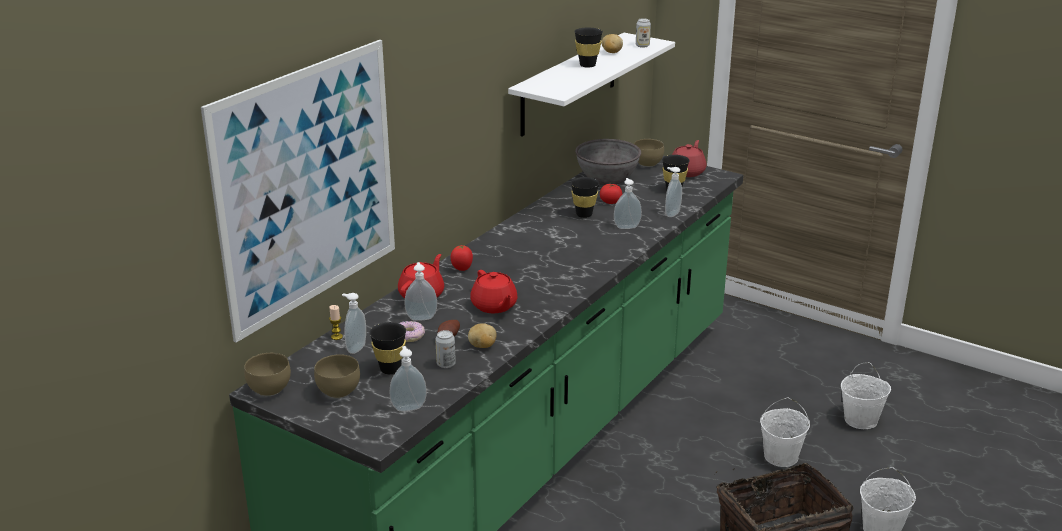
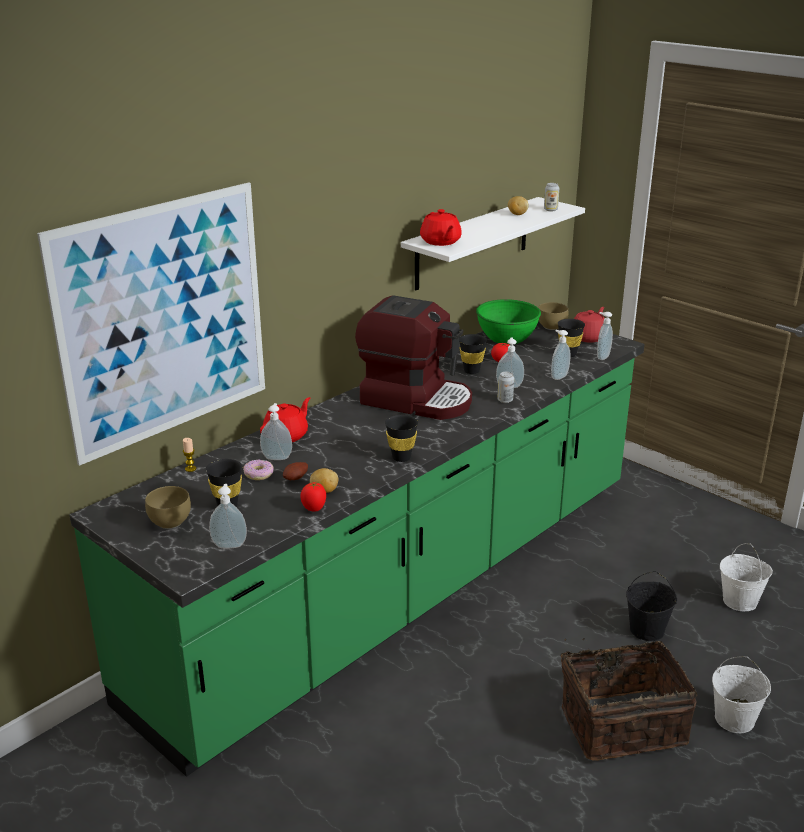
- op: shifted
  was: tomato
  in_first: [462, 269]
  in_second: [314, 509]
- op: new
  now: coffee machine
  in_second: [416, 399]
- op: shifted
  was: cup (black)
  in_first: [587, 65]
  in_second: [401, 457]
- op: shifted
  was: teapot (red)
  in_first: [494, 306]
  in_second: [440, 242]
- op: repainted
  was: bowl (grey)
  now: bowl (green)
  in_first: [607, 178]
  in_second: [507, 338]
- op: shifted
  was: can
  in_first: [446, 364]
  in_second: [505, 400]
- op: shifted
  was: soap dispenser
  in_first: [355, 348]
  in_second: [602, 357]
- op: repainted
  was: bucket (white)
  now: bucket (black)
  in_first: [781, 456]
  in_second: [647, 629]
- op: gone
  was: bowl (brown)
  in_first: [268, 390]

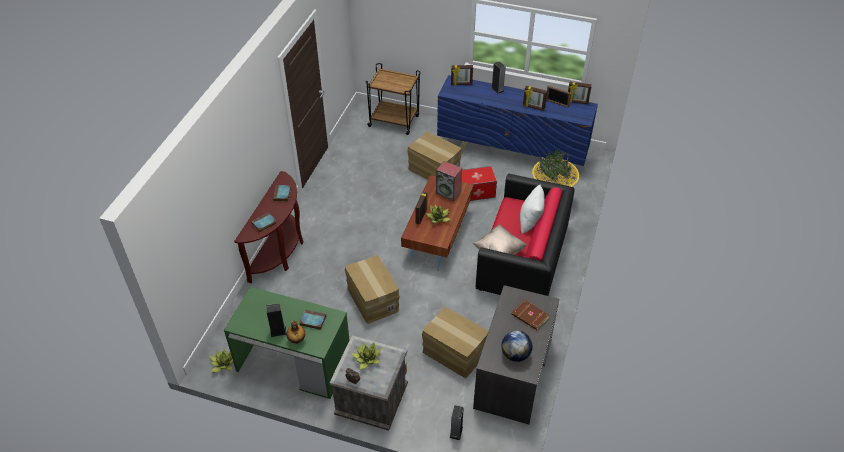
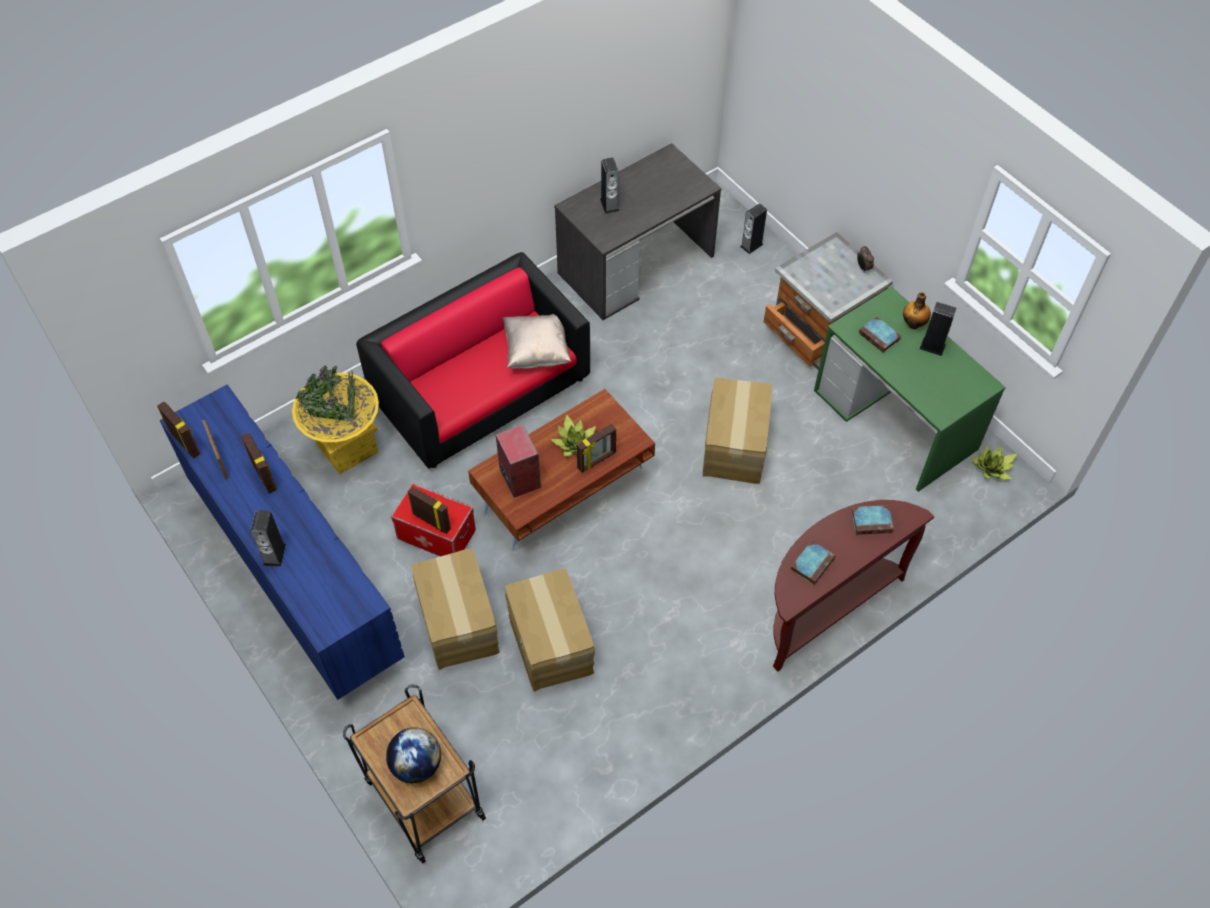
- op: shifted
  was: globe
  in_first: [515, 354]
  in_second: [416, 765]
- op: shifted
  was: picture frame
  in_first: [461, 84]
  in_second: [432, 521]
- op: shifted
  was: cardboard box
  in_first: [453, 353]
  in_second: [552, 643]
- op: swapped
  was: book (brown)
  now: speaker
  in_first: [530, 316]
  in_second: [609, 204]
- op: gone
  was: potted plant
  in_first: [367, 359]
- op: gone
  was: pillow (white)
  in_first: [530, 221]

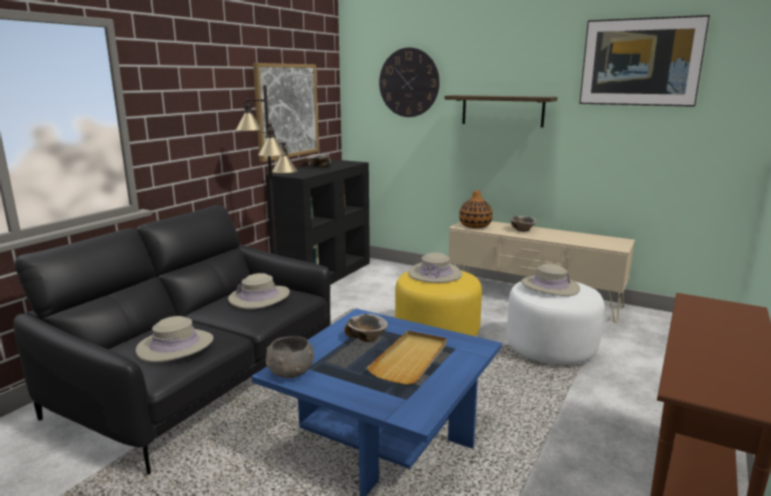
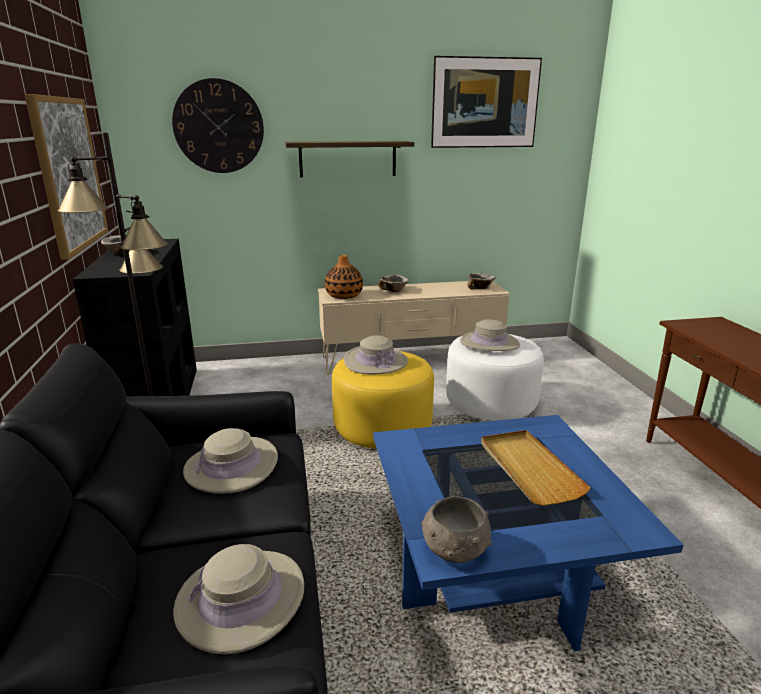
- op: shifted
  was: bowl
  in_first: [367, 338]
  in_second: [480, 287]

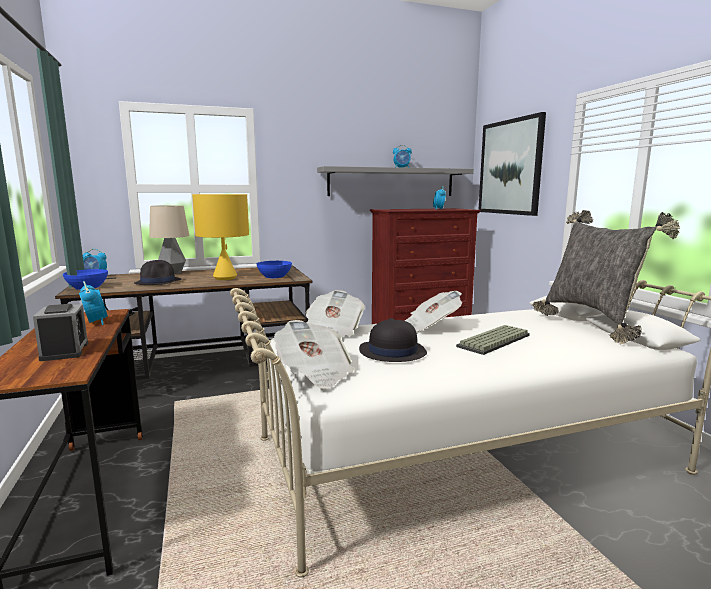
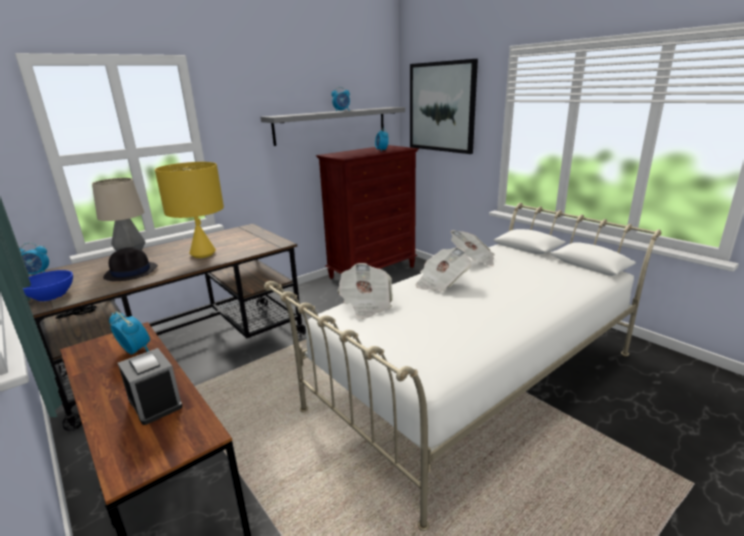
- op: shifted
  was: newspaper
  in_first: [314, 373]
  in_second: [473, 259]
- op: gone
  was: bowl (blue)
  in_first: [274, 276]
- op: gone
  was: hat (black)
  in_first: [392, 352]
- op: gone
  was: keyboard
  in_first: [495, 341]
- op: gone
  was: pillow
  in_first: [593, 328]

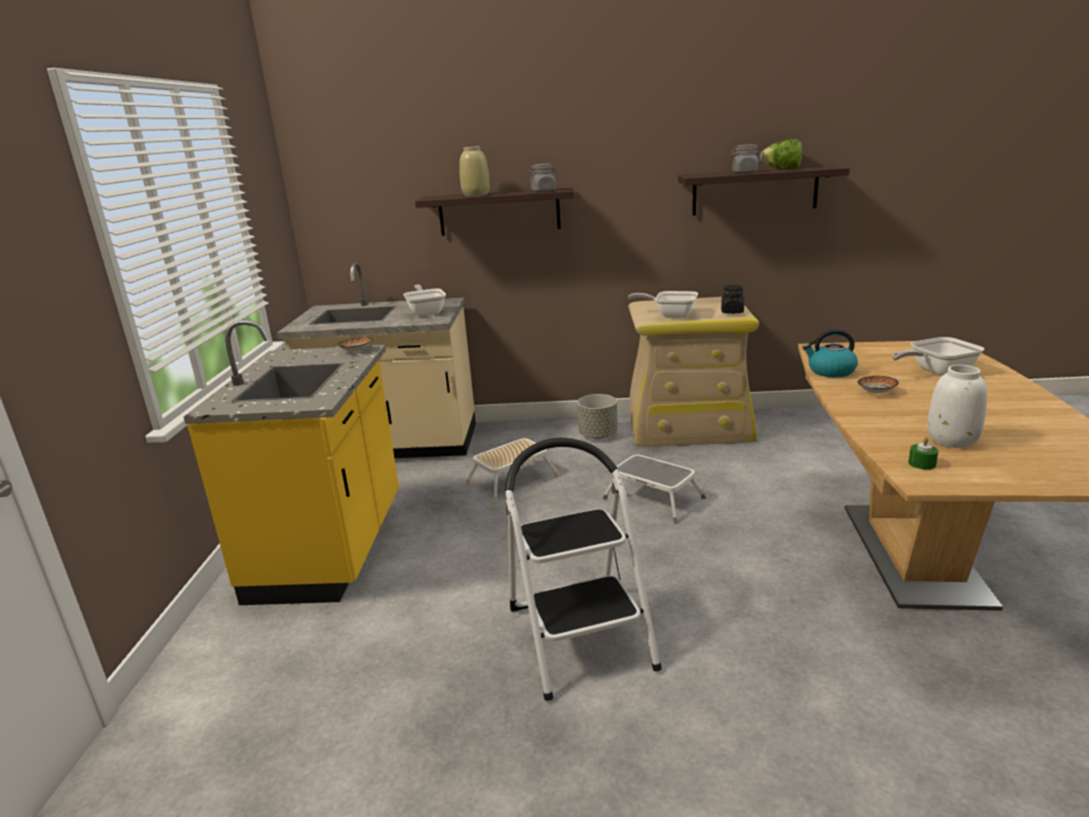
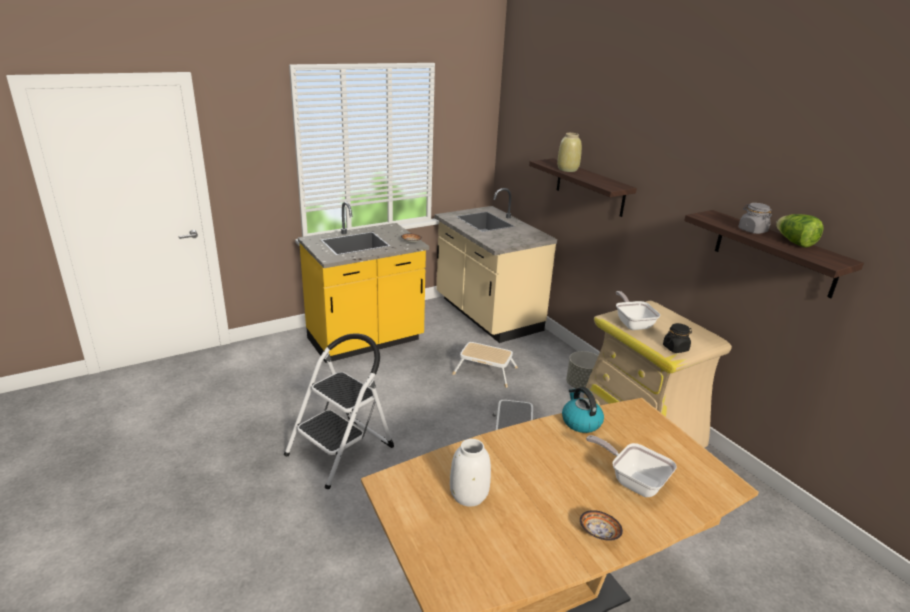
- op: shifted
  was: bowl
  in_first: [875, 392]
  in_second: [598, 532]
- op: gone
  was: frying pan
  in_first: [426, 312]
- op: gone
  was: jar (grey)
  in_first: [543, 191]
- op: gone
  was: candle (green)
  in_first: [922, 463]

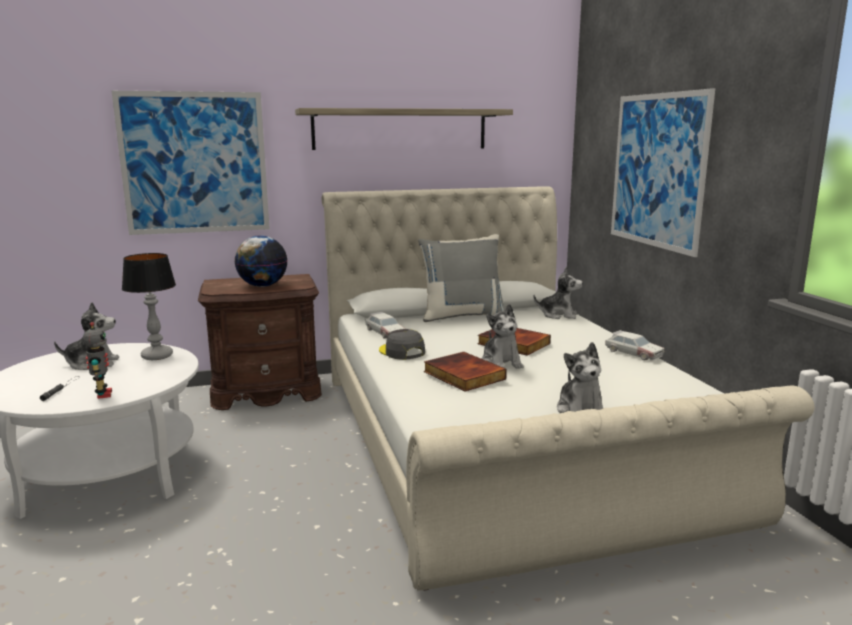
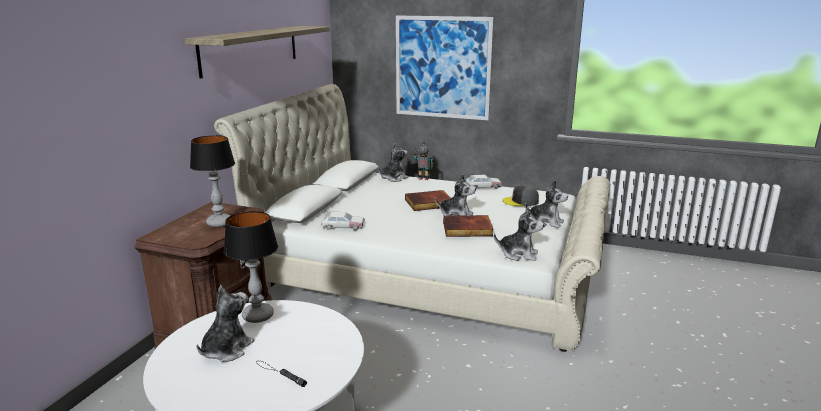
- op: swapped
  was: globe
  now: table lamp
  in_first: [262, 286]
  in_second: [219, 223]
- op: shifted
  was: toy robot
  in_first: [102, 394]
  in_second: [423, 179]
- op: new
  now: plush toy
  in_second: [518, 254]
- op: shifted
  was: cap (grey)
  in_first: [401, 352]
  in_second: [521, 201]
- op: gone
  was: picture
  in_first: [194, 163]
- op: gone
  was: pillow (grey)
  in_first: [462, 315]

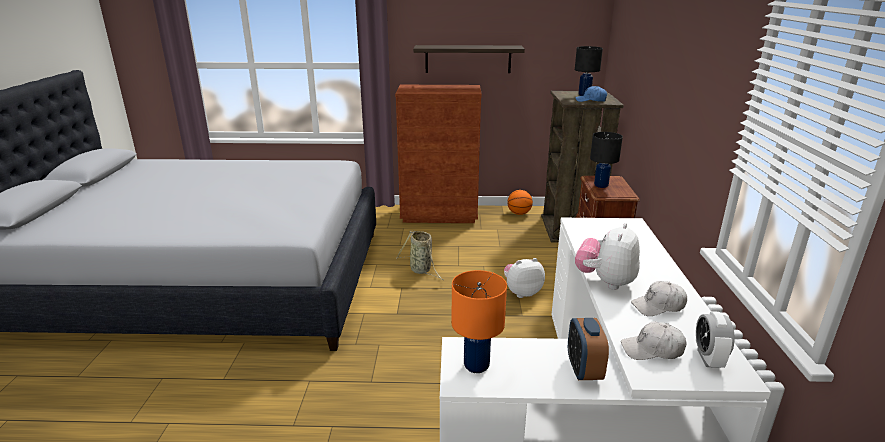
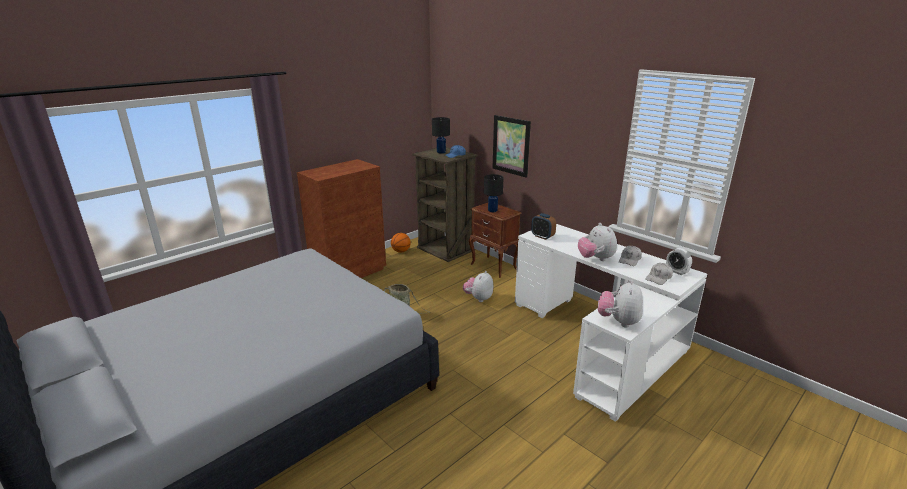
- op: new
  now: picture
  in_second: [511, 145]
- op: shifted
  was: alarm clock
  in_first: [583, 370]
  in_second: [542, 236]
- op: swapped
  was: table lamp (orange)
  now: plush toy
  in_first: [476, 367]
  in_second: [618, 321]
- op: gone
  was: shelf
  in_first: [468, 59]

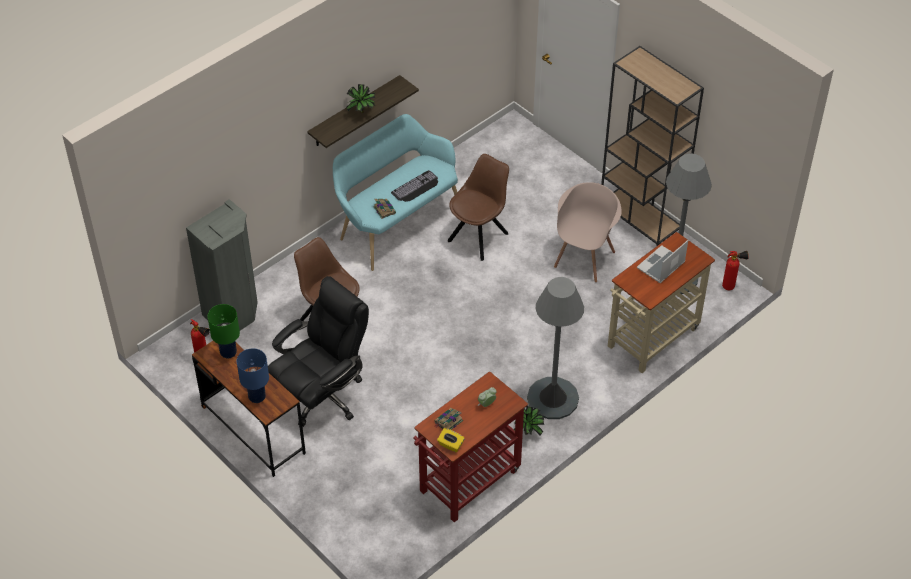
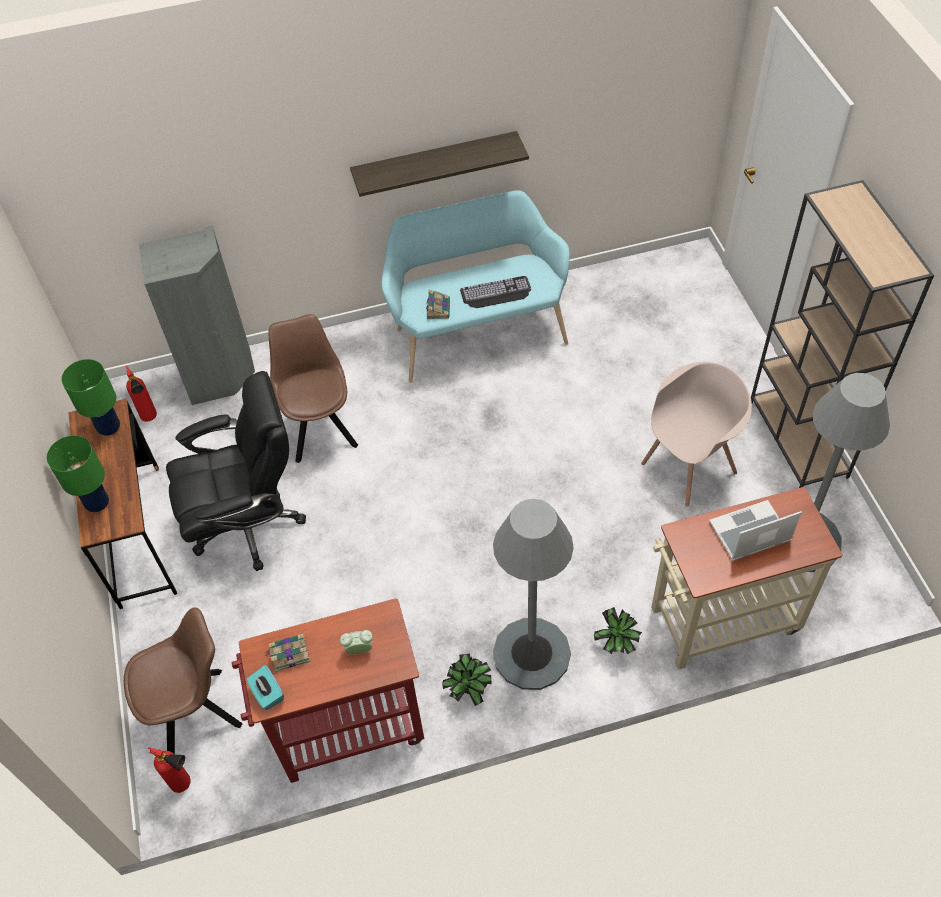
- op: repainted
  was: table lamp (blue)
  now: table lamp (green)
  in_first: [257, 398]
  in_second: [97, 504]
- op: shifted
  was: chair (brown)
  in_first: [478, 237]
  in_second: [196, 713]
- op: shifted
  was: fire extinguisher
  in_first: [731, 286]
  in_second: [185, 785]
- op: repainted
  was: tissue box (yellow)
  now: tissue box (turquoise)
  in_first: [450, 445]
  in_second: [267, 693]
- op: shifted
  was: potted plant
  in_first: [361, 113]
  in_second: [616, 645]

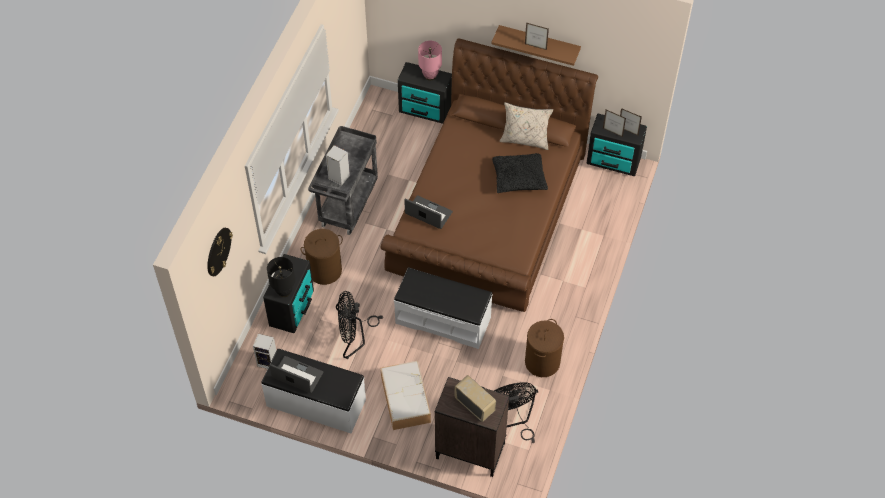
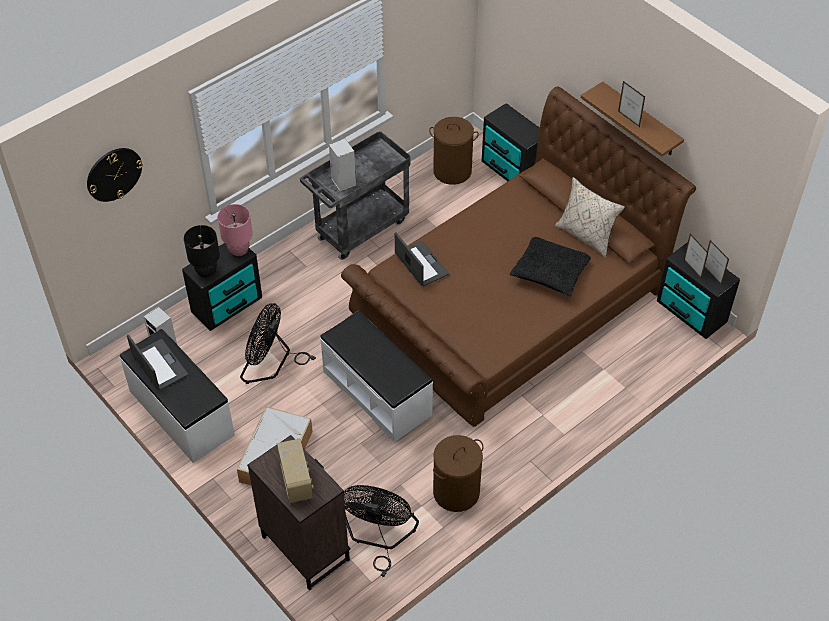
- op: shifted
  was: table lamp (pink)
  in_first: [430, 75]
  in_second: [239, 251]
- op: shifted
  was: laundry basket (brown)
  in_first: [325, 270]
  in_second: [452, 171]

